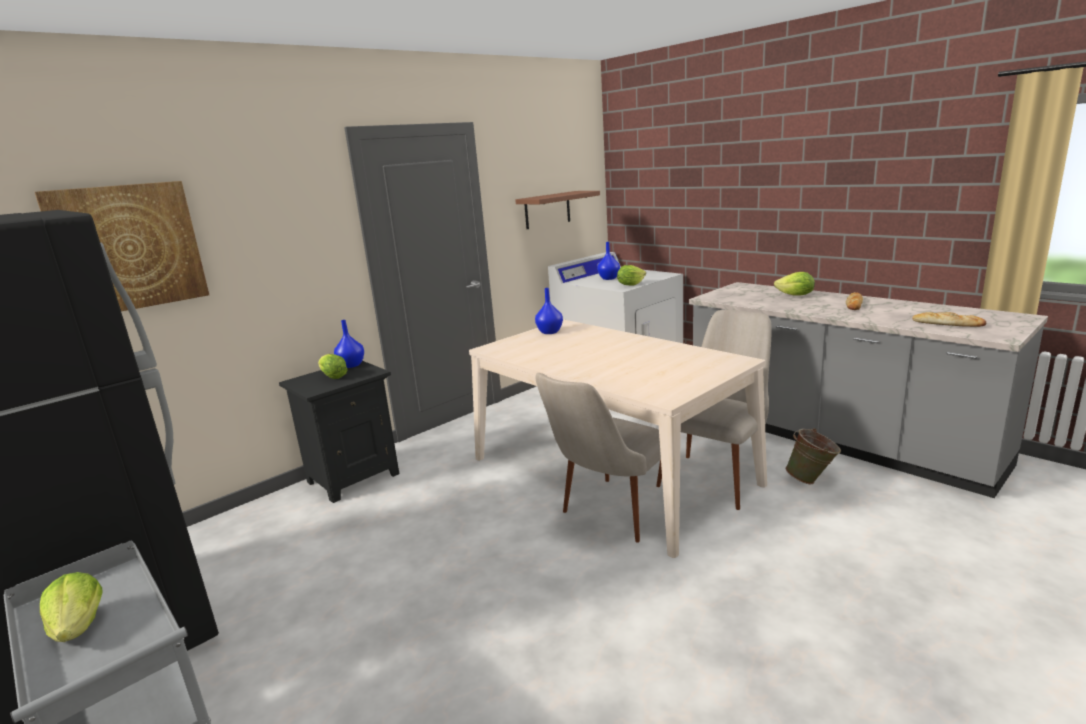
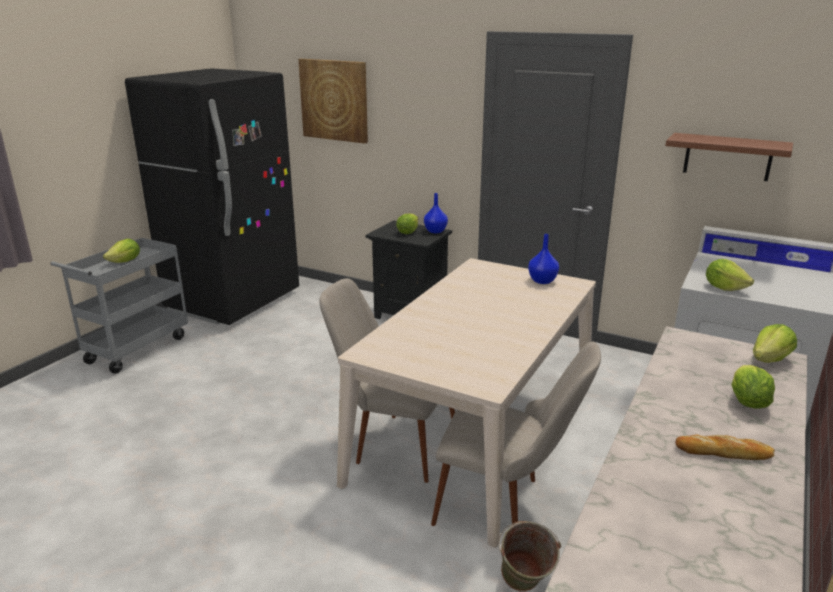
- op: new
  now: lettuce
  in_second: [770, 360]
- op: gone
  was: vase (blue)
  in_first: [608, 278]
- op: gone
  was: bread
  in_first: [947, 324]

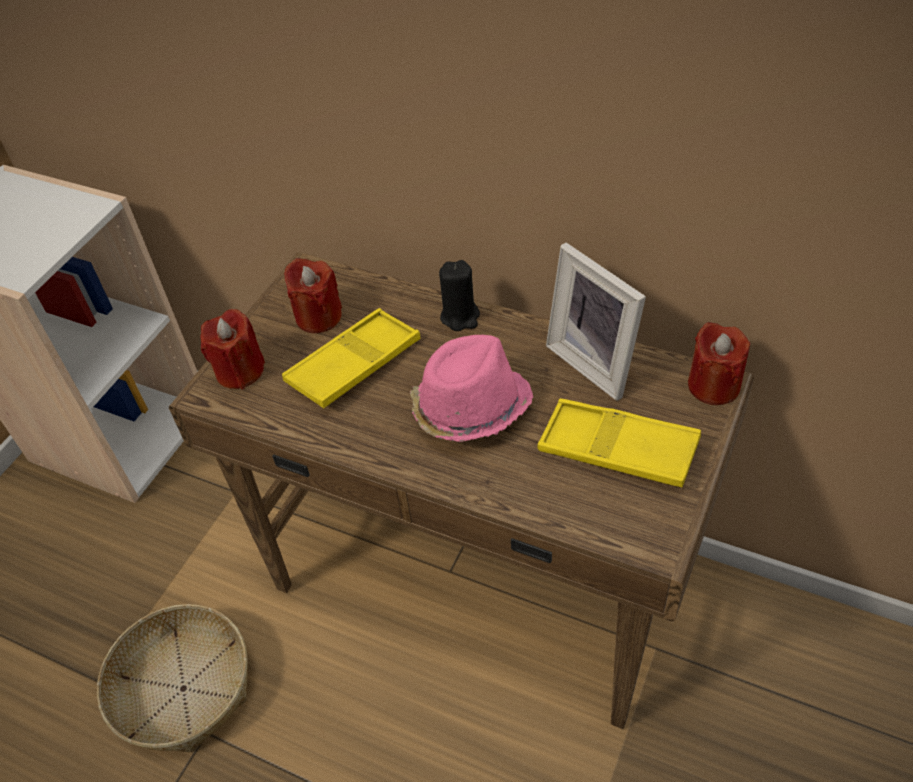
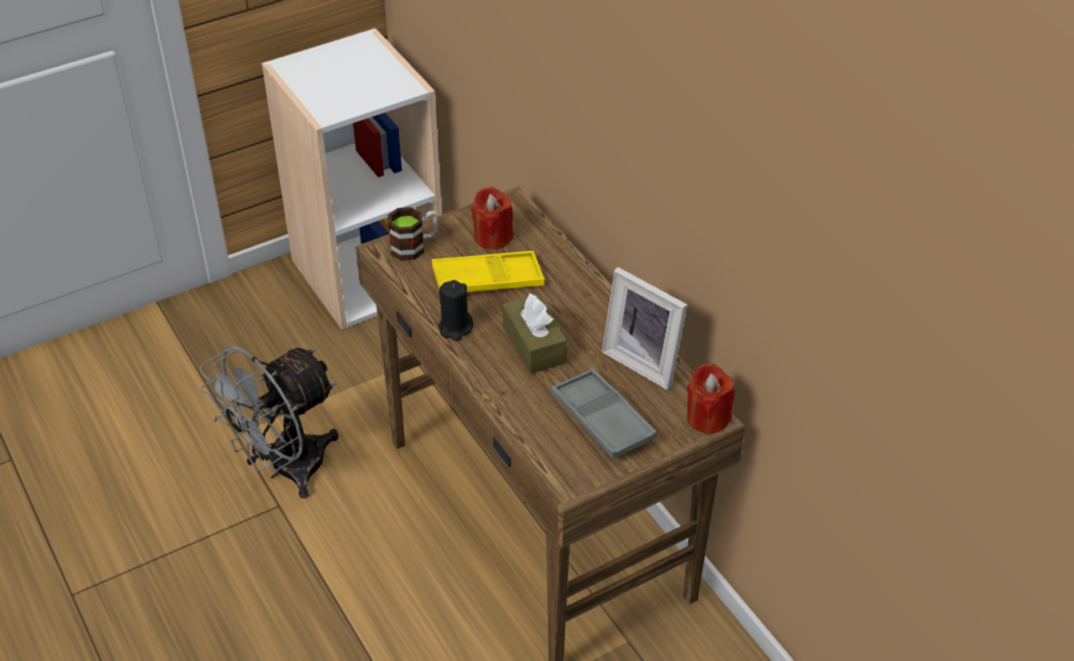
- op: swapped
  was: basket
  now: fan (grey)
  in_first: [184, 688]
  in_second: [285, 469]
- op: swapped
  was: candle (red)
  now: mug
  in_first: [240, 371]
  in_second: [414, 246]
- op: shifted
  was: candle (black)
  in_first: [460, 317]
  in_second: [455, 328]
- op: swapped
  was: hat (pink)
  now: tissue box (brown)
  in_first: [470, 408]
  in_second: [534, 345]
- op: repainted
  was: tray (yellow)
  now: tray (grey)
  in_first: [617, 449]
  in_second: [602, 419]
- op: rotated
  was: picture frame
  in_first: [596, 362]
  in_second: [645, 361]
  clockwise: -45

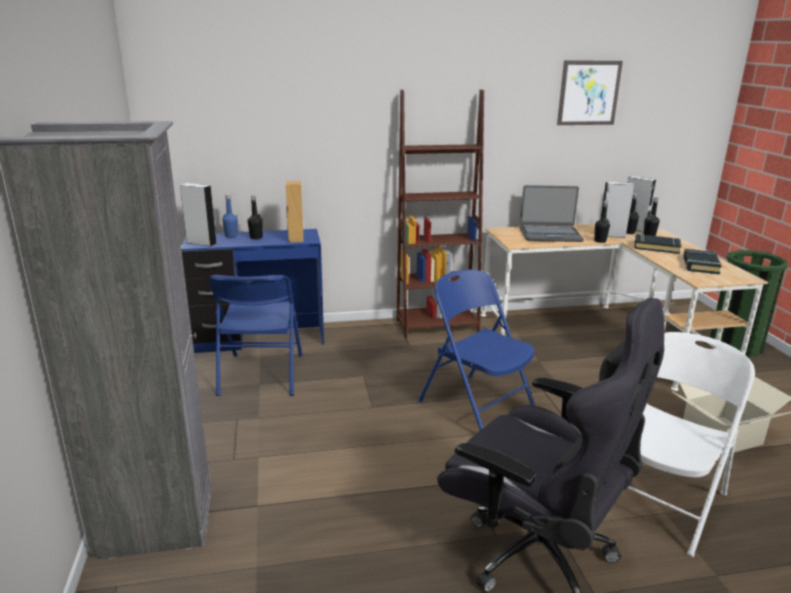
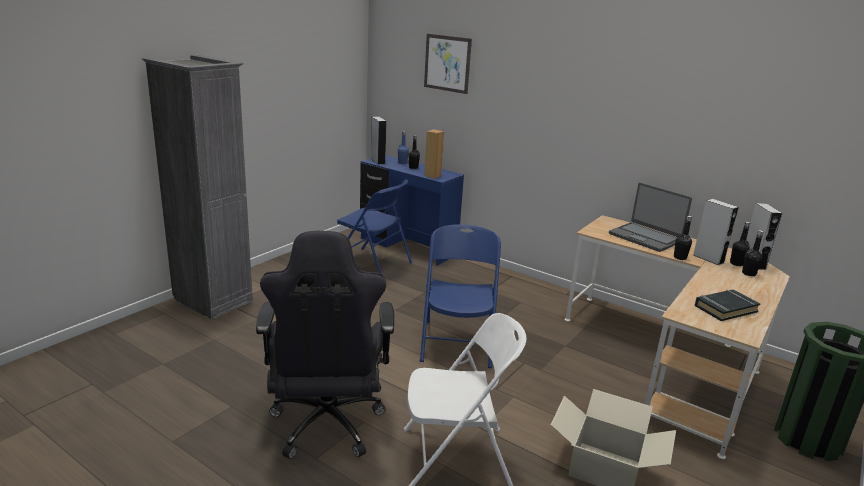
- op: rotated
  was: chair (blue)
  in_first: [261, 374]
  in_second: [372, 264]
  clockwise: -105
- op: shifted
  was: picture
  in_first: [589, 93]
  in_second: [447, 63]
- op: gone
  was: bookcase (brown)
  in_first: [437, 326]
- op: gone
  was: book (black)
  in_first: [656, 247]

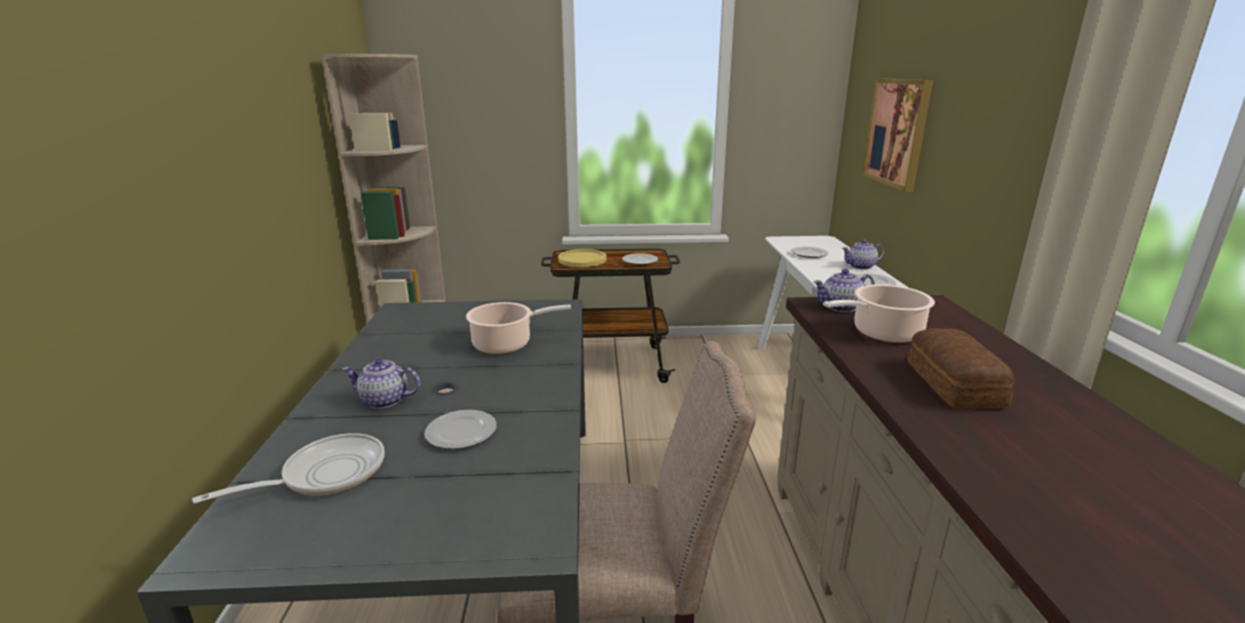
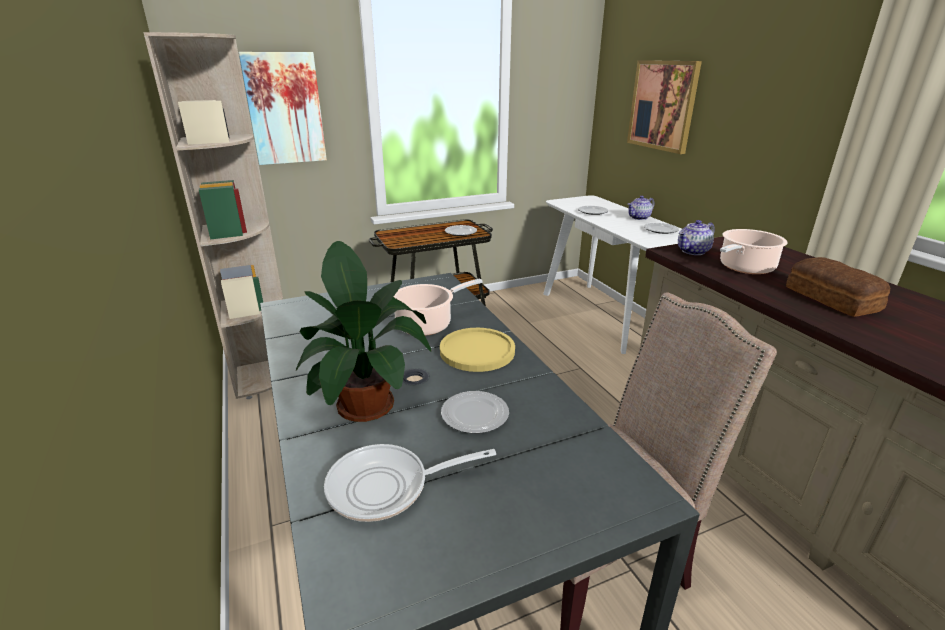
- op: new
  now: picture
  in_second: [285, 109]
- op: swapped
  was: teapot
  now: potted plant
  in_first: [384, 401]
  in_second: [367, 400]
- op: rotated
  was: frying pan
  in_first: [325, 474]
  in_second: [387, 487]
  clockwise: -135
- op: shifted
  was: plate (yellow)
  in_first: [582, 259]
  in_second: [477, 351]

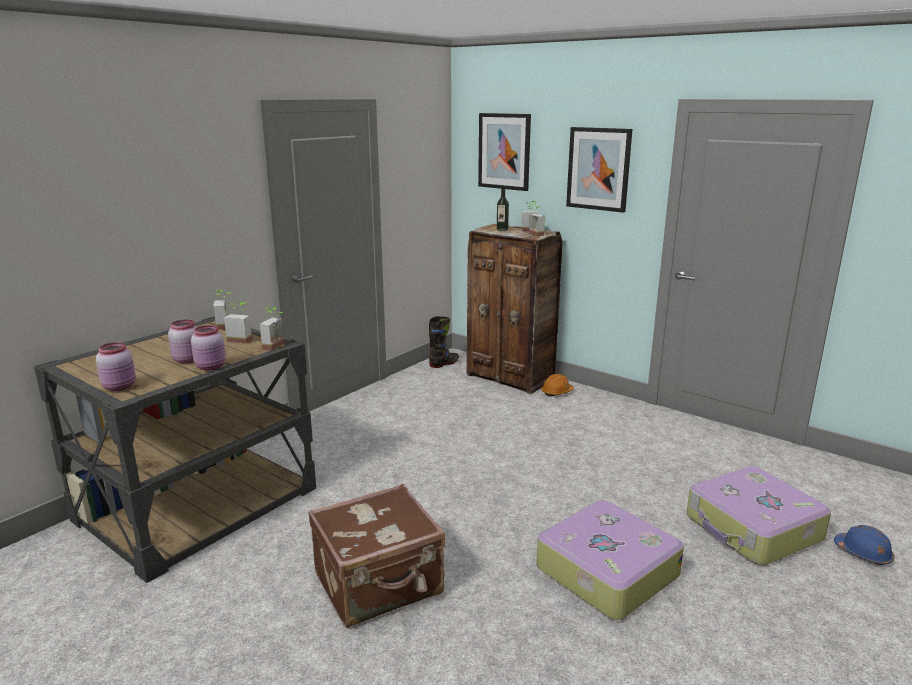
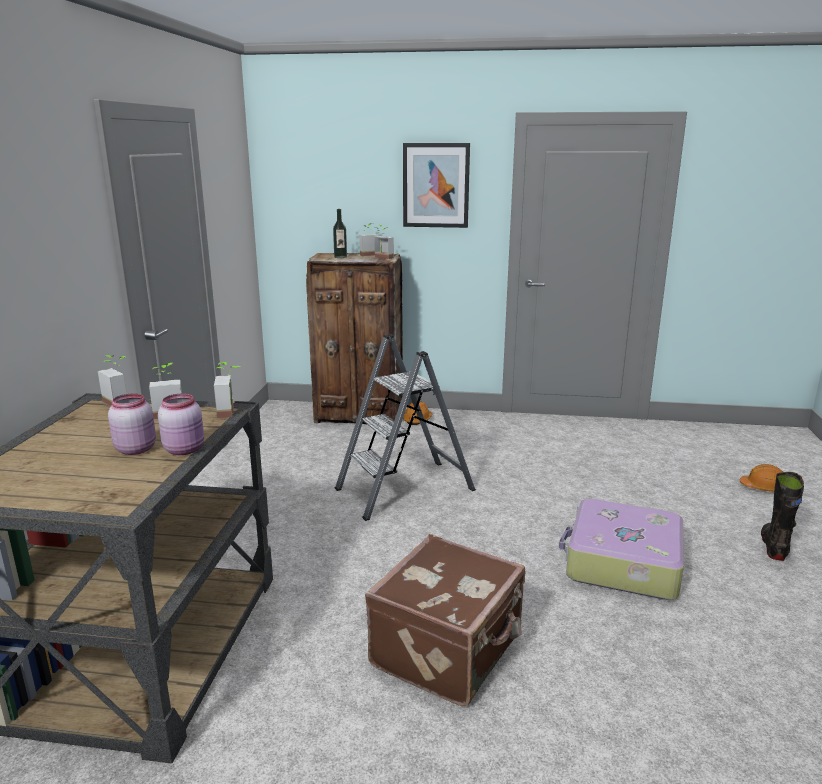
- op: new
  now: step ladder (grey)
  in_second: [406, 488]
- op: repainted
  was: hard hat (blue)
  now: hard hat (orange)
  in_first: [863, 553]
  in_second: [763, 488]
- op: shifted
  was: boot (black)
  in_first: [444, 364]
  in_second: [774, 547]
- op: gone
  was: jar (pink)
  in_first: [120, 387]
- op: gone
  was: picture
  in_first: [504, 151]
- op: gone
  was: suitcase
  in_first: [752, 529]

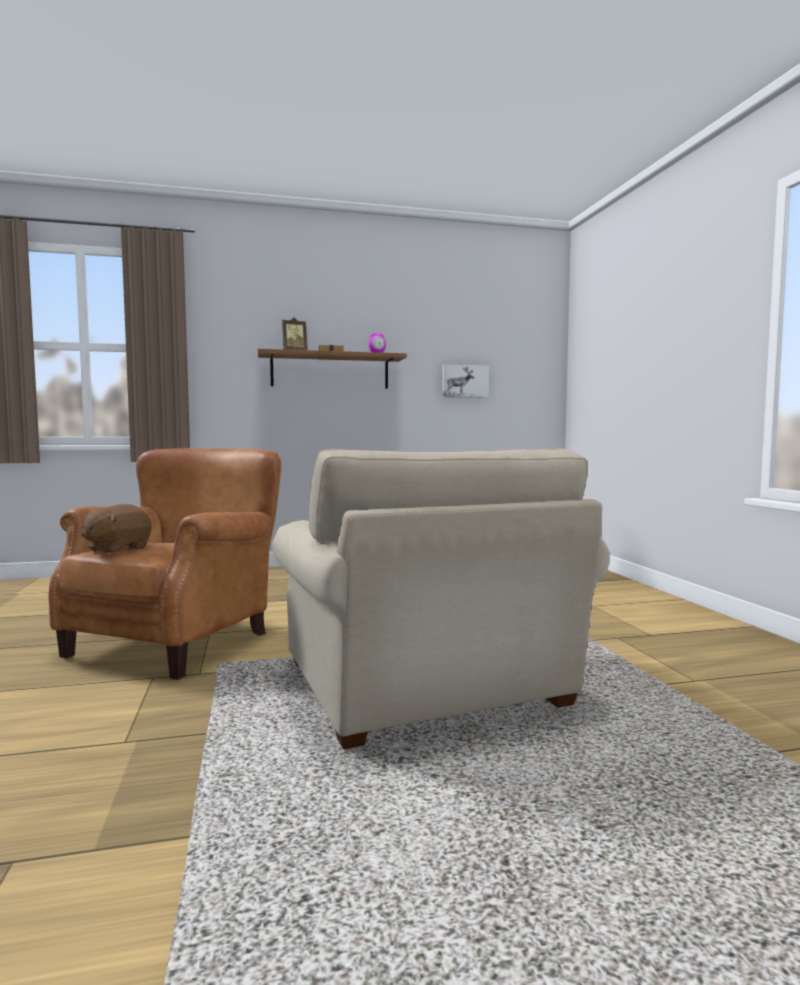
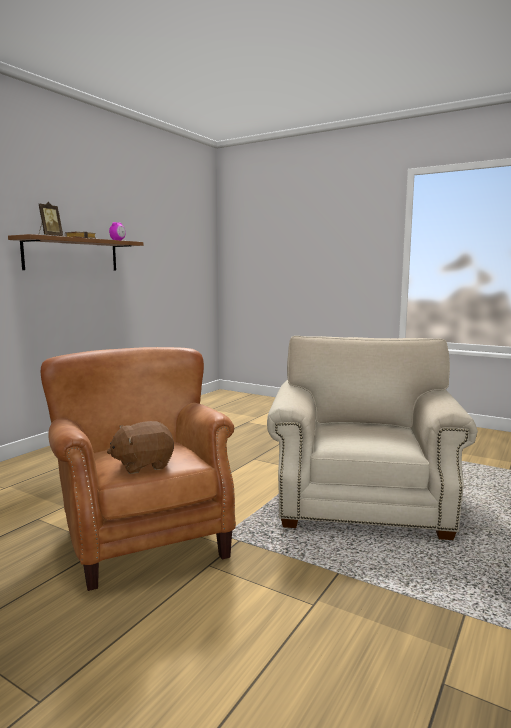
- op: rotated
  was: plush toy (brown)
  in_first: [117, 549]
  in_second: [143, 465]
  clockwise: 75
- op: rotated
  was: armchair (beige)
  in_first: [425, 688]
  in_second: [361, 497]
  clockwise: -105
- op: gone
  was: picture
  in_first: [465, 381]

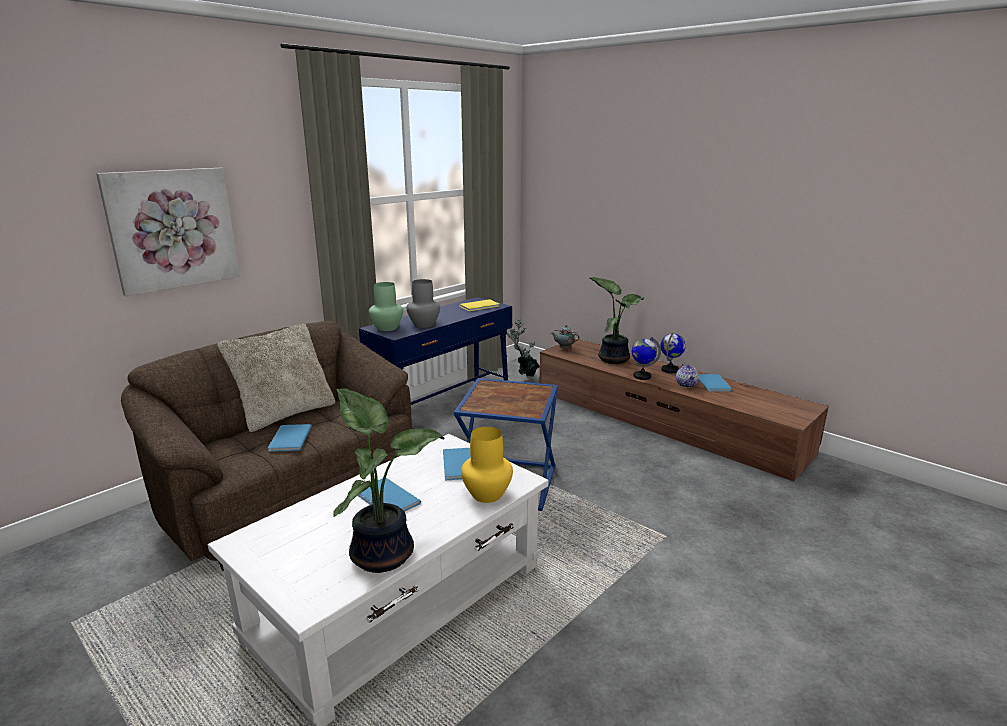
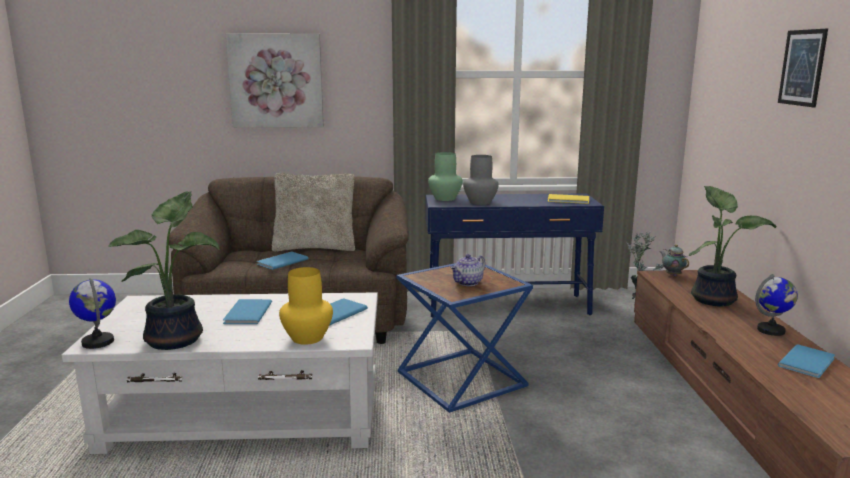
- op: shifted
  was: globe
  in_first: [642, 376]
  in_second: [98, 342]
- op: shifted
  was: teapot
  in_first: [686, 385]
  in_second: [468, 283]
- op: new
  now: picture
  in_second: [802, 67]

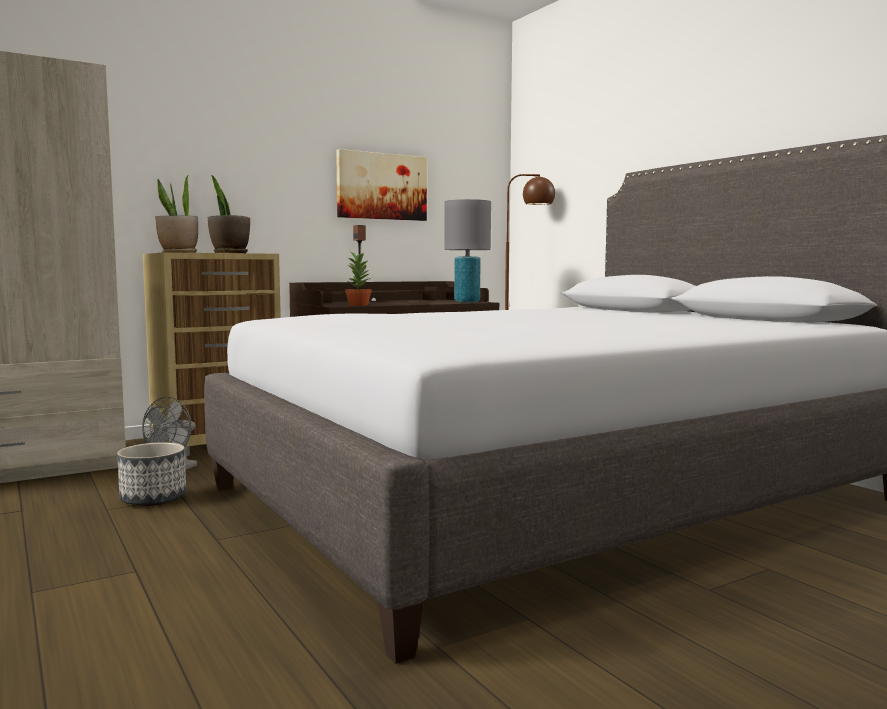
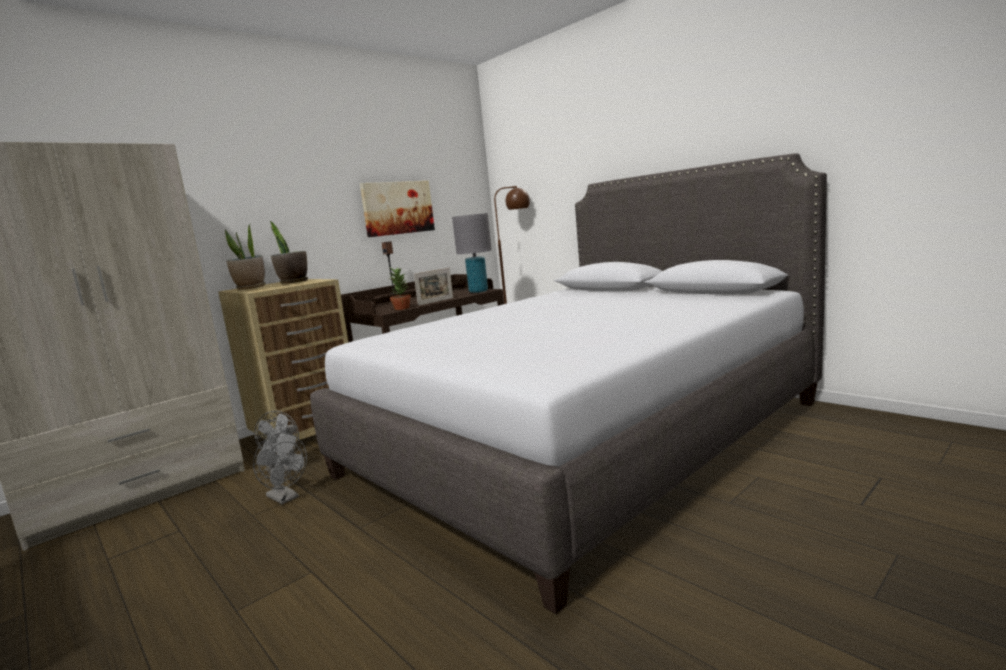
- op: swapped
  was: planter
  now: fan (grey)
  in_first: [153, 499]
  in_second: [286, 498]
- op: new
  now: picture frame
  in_second: [436, 301]

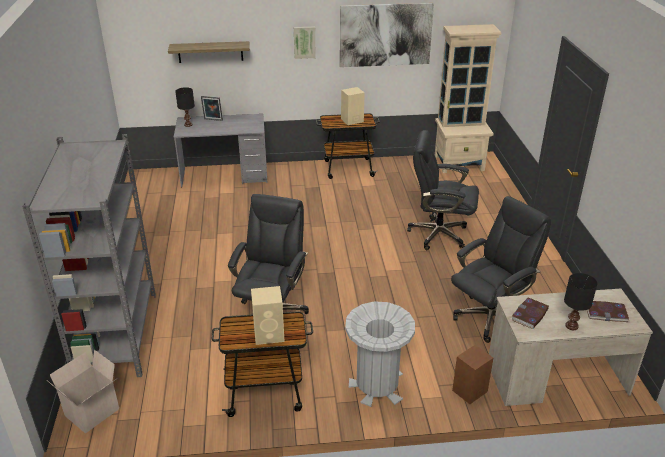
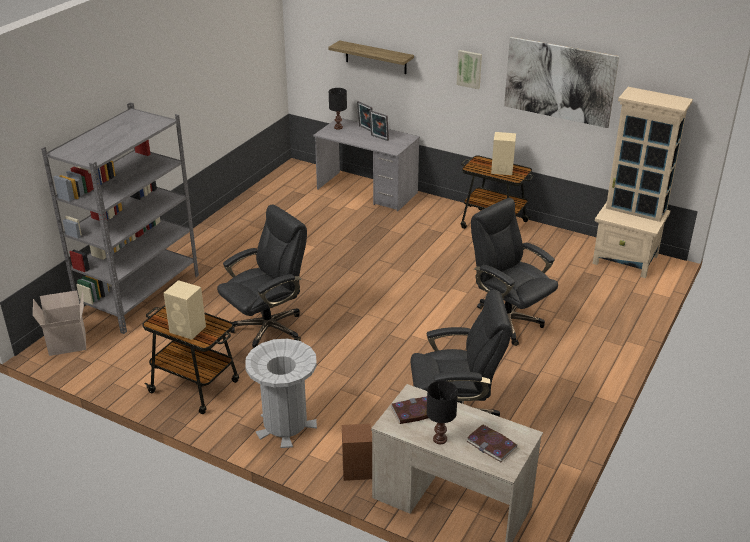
- op: new
  now: picture frame
  in_second: [379, 138]

